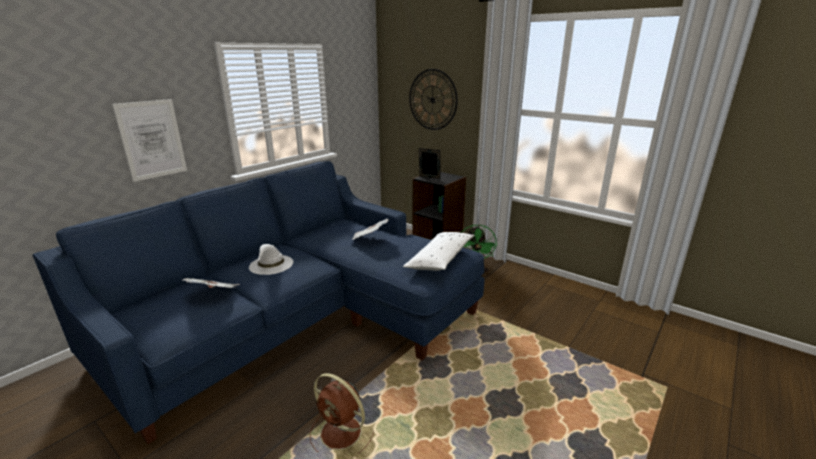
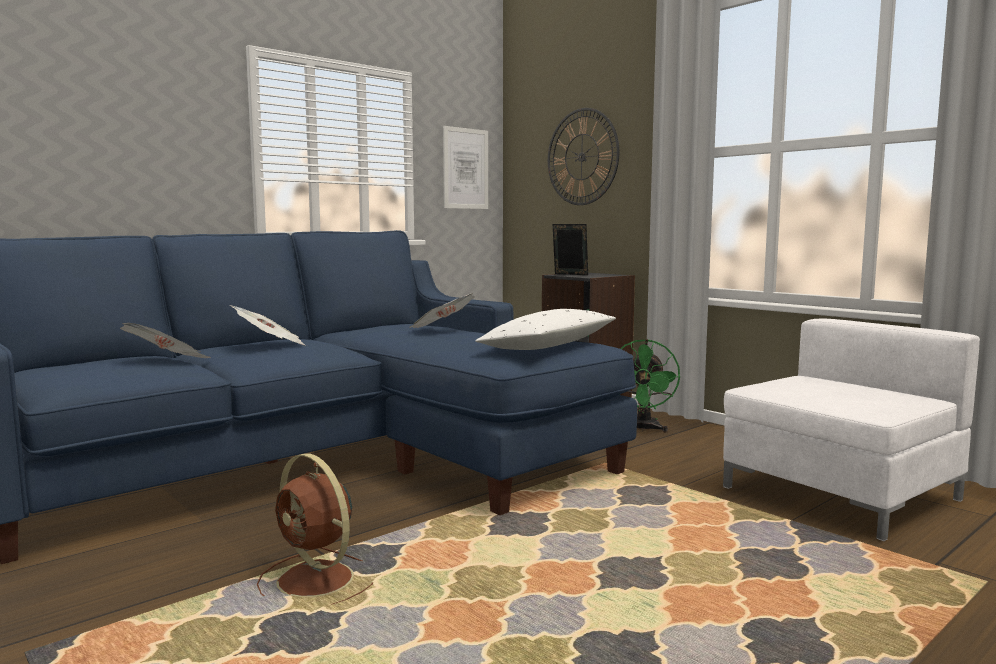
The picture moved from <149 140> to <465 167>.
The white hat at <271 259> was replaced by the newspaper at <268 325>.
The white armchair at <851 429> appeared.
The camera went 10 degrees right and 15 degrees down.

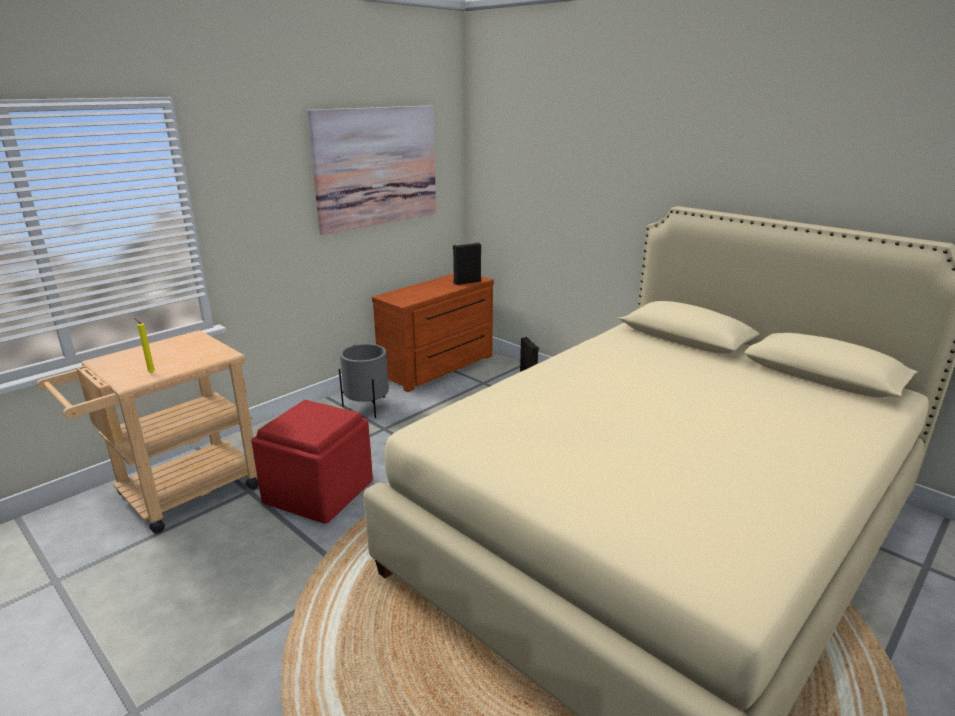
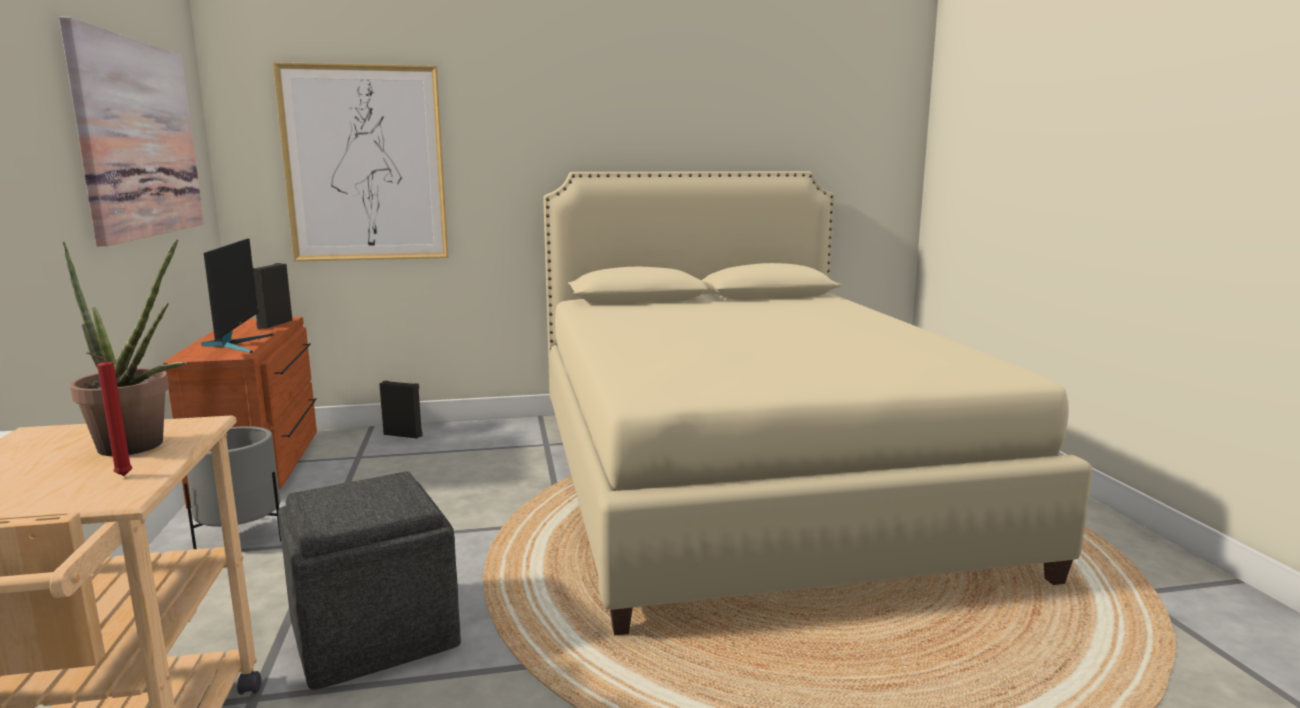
The yellow candle at <144 345> became the red candle at <109 414>.
The red ottoman at <312 461> became the grey ottoman at <369 580>.
The potted plant at <124 347> appeared.
The monitor at <237 295> appeared.
The picture at <360 161> appeared.
The camera went 55 degrees left and 10 degrees down.

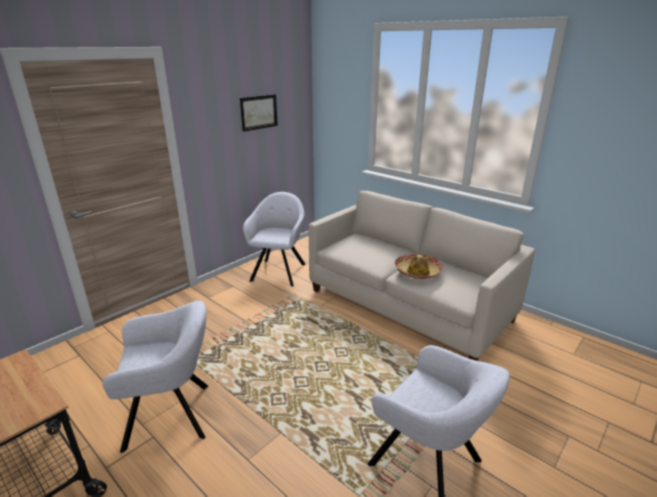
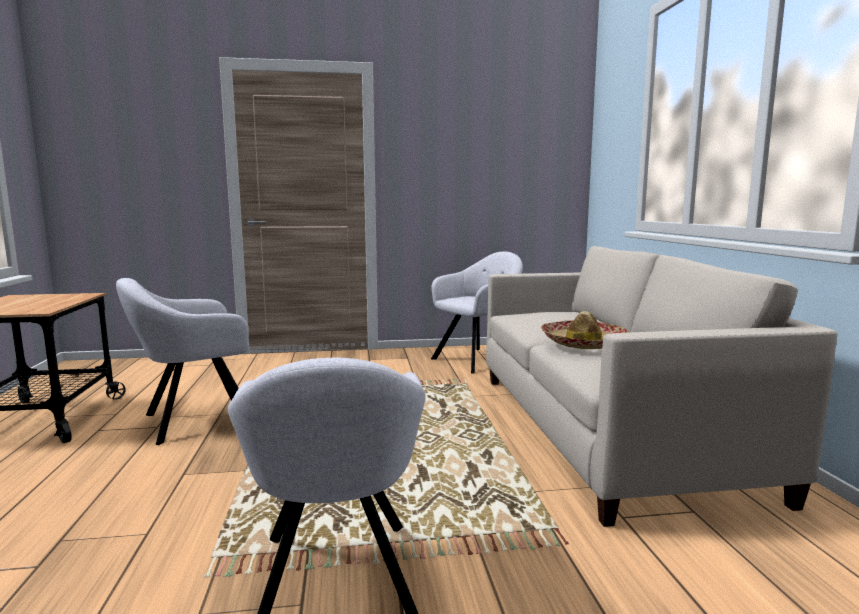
The grey armchair at <155 377> turned 120 degrees clockwise.
The picture at <259 113> disappeared.
The camera went 40 degrees right and 15 degrees down.

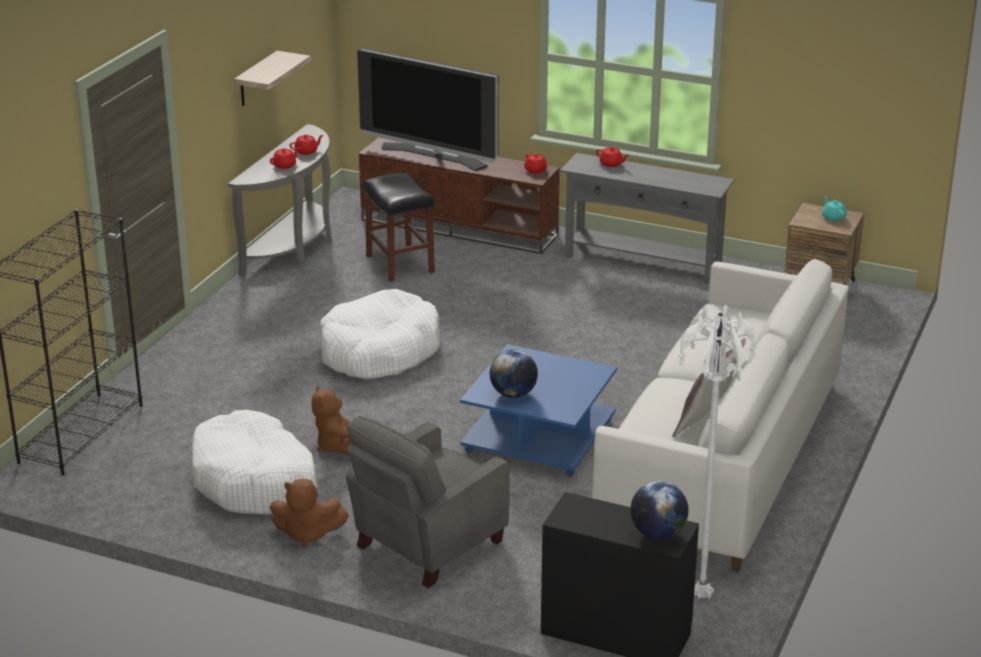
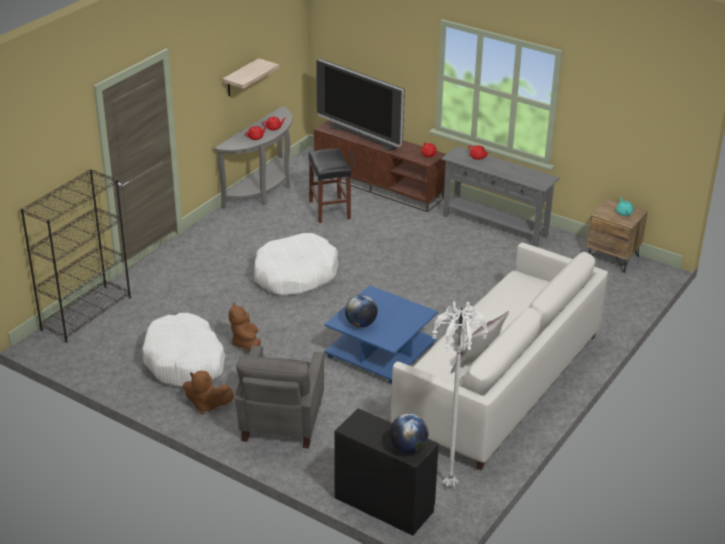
The grey armchair at <428 502> turned 45 degrees counterclockwise.
The camera went 10 degrees right and 5 degrees up.

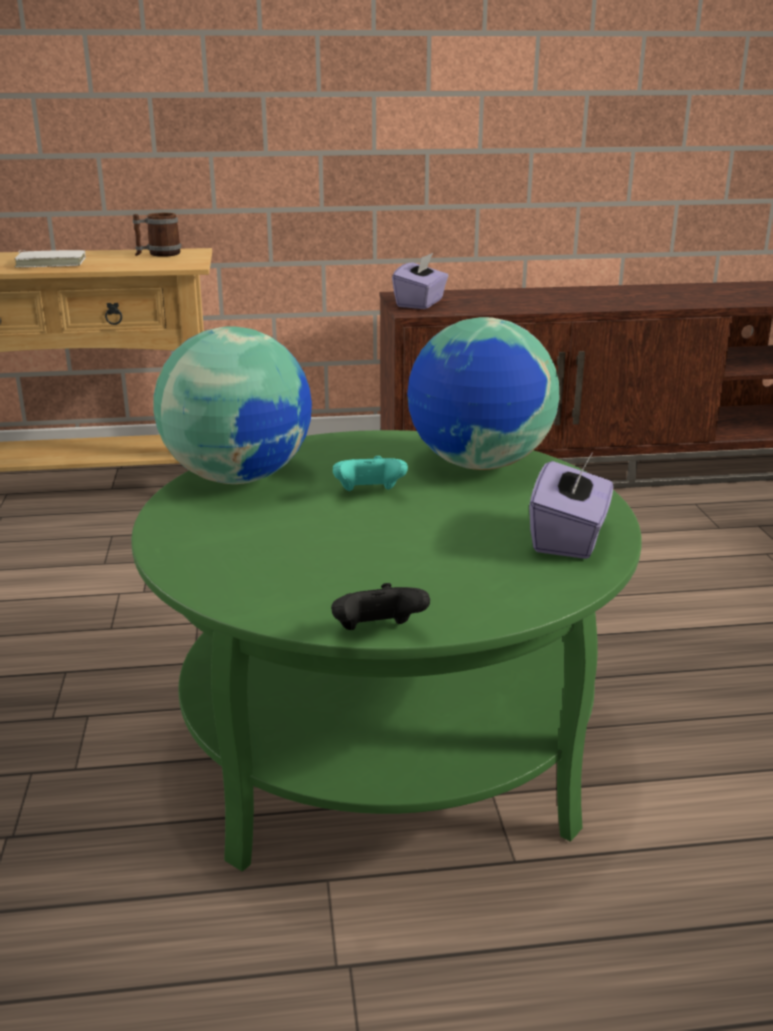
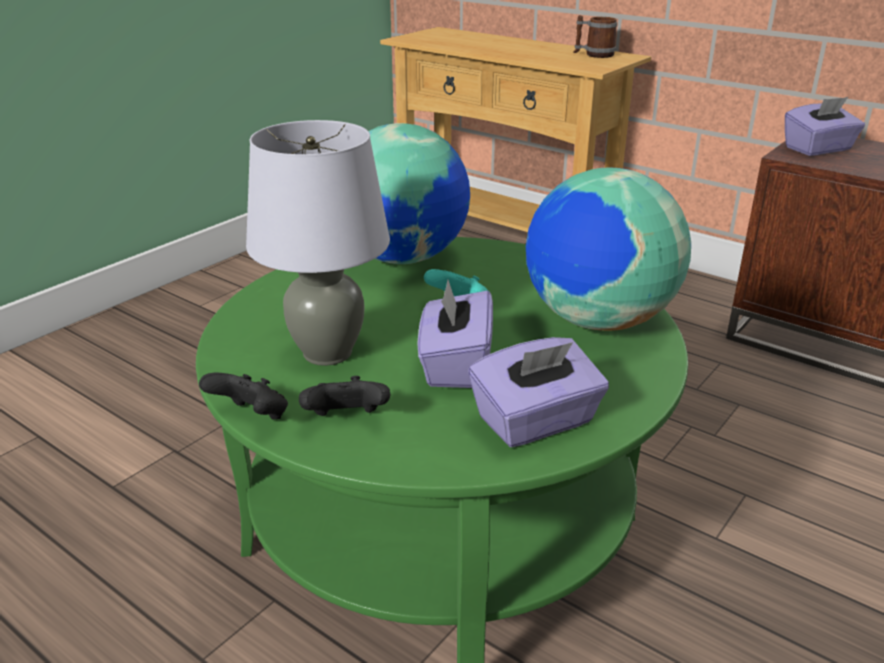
The white book at <50 259> disappeared.
The grey table lamp at <318 243> appeared.
The black game controller at <344 396> appeared.
The purple tissue box at <455 334> appeared.
The camera went 45 degrees right and 5 degrees up.

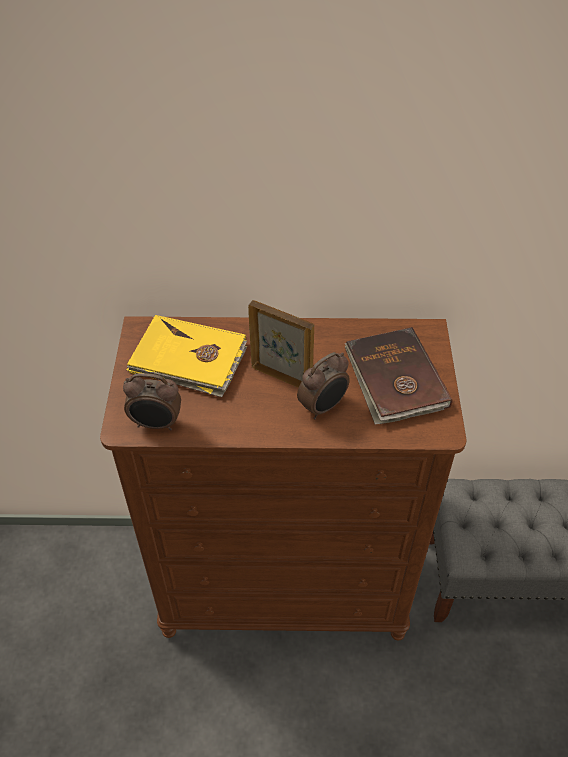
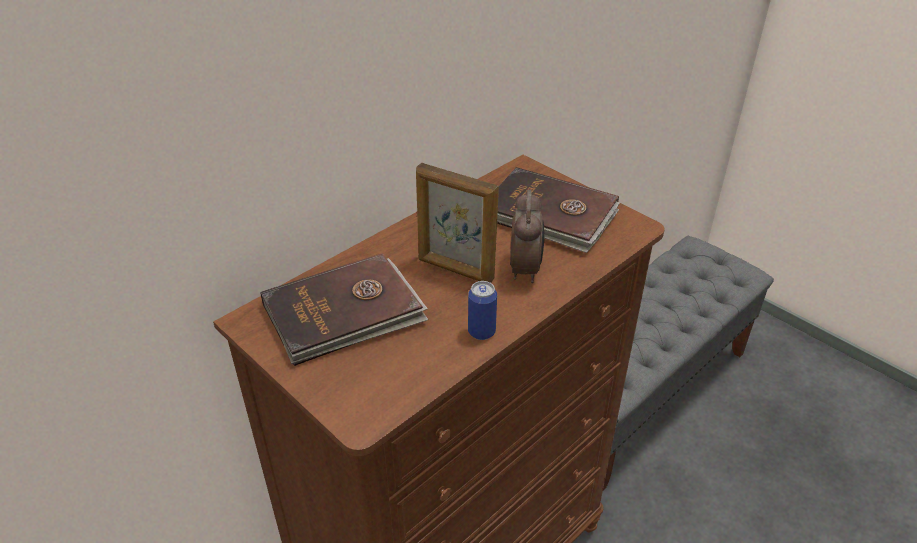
The alarm clock at <152 402> disappeared.
The yellow book at <187 356> became the brown book at <344 309>.
The picture frame at <281 344> turned 135 degrees counterclockwise.
The can at <482 310> appeared.
The camera went 45 degrees left and 10 degrees down.

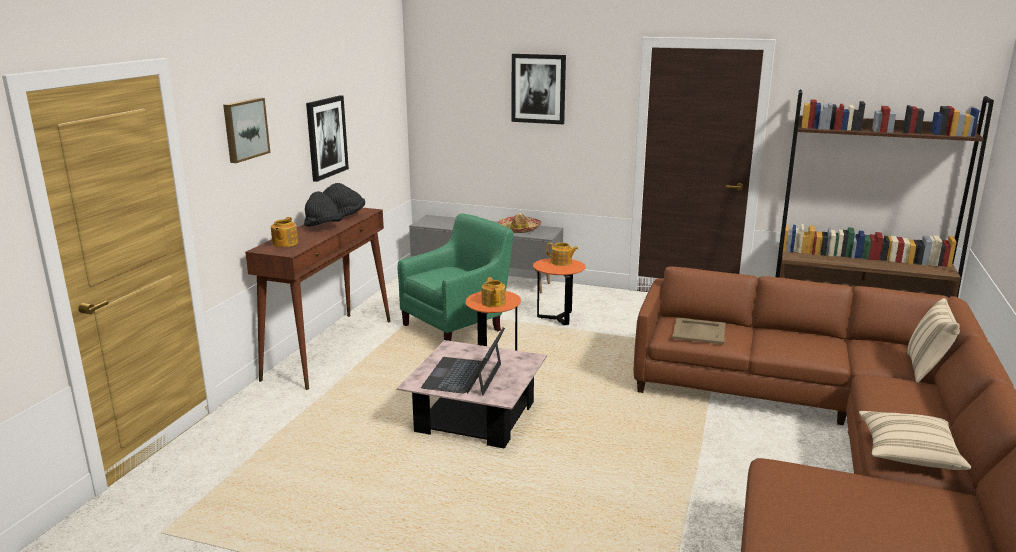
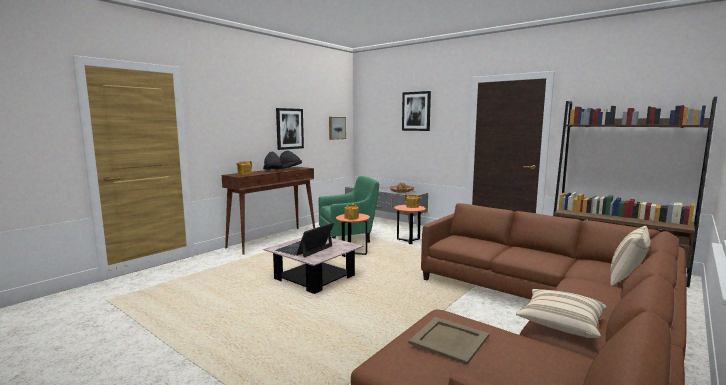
The picture moved from <246 130> to <337 128>.
The beige tray moved from <698 330> to <449 341>.
The camera went 20 degrees right and 10 degrees down.

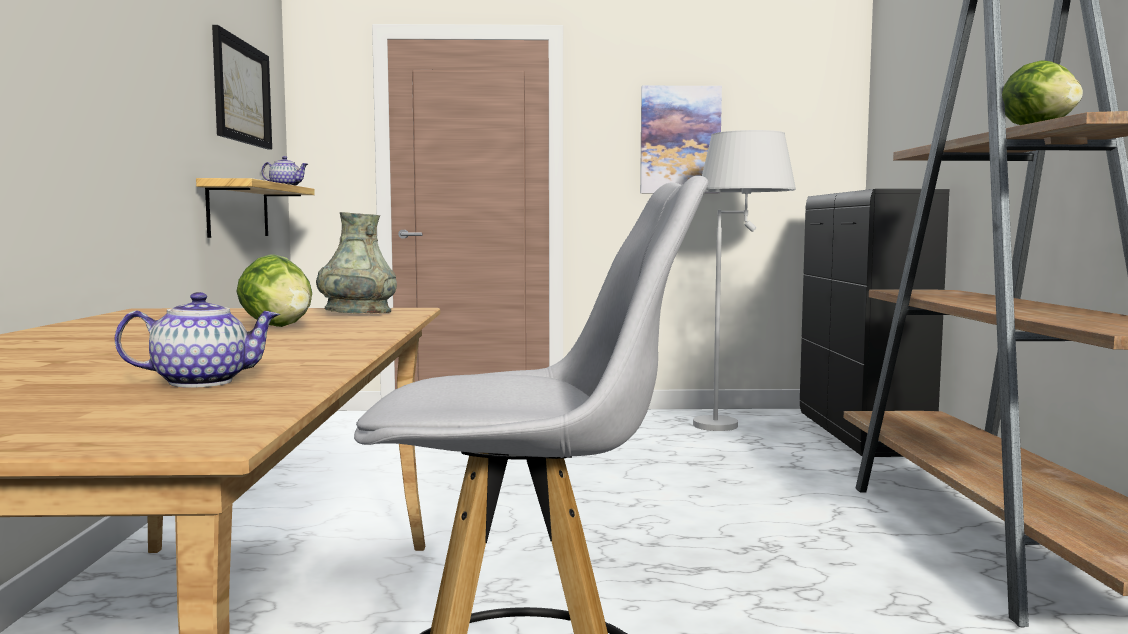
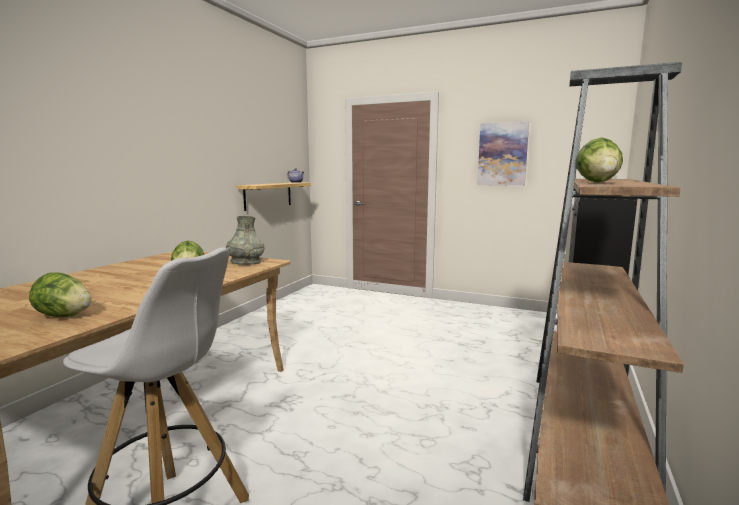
The teapot at <197 340> was replaced by the lettuce at <60 294>.
The picture at <242 87> disappeared.
The white floor lamp at <744 280> disappeared.
The camera went 25 degrees right and 5 degrees up.

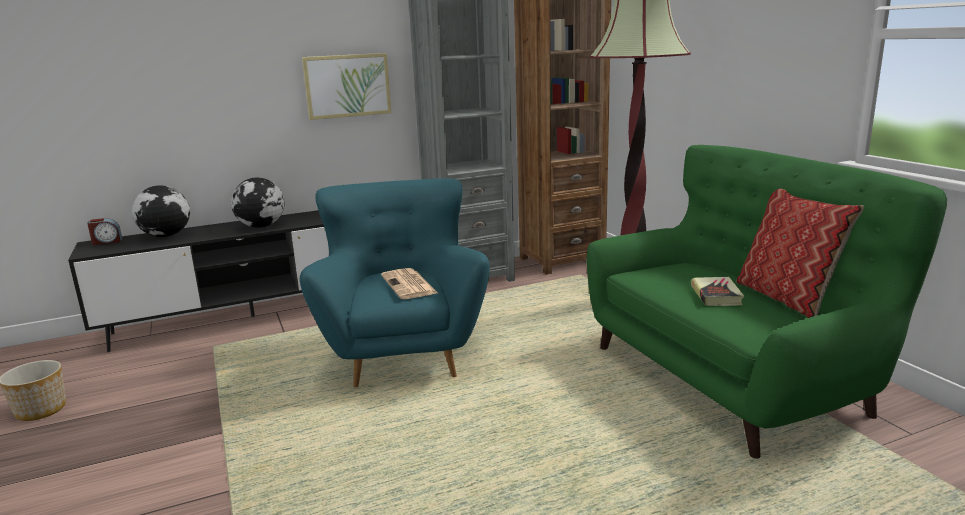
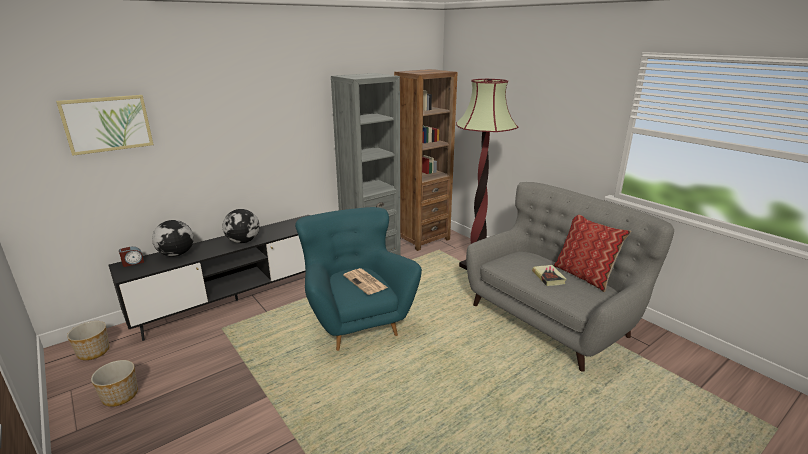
The picture moved from <347 86> to <105 125>.
The green sofa at <767 302> became the grey sofa at <570 277>.
The planter at <88 340> appeared.
The camera went 15 degrees left and 5 degrees up.

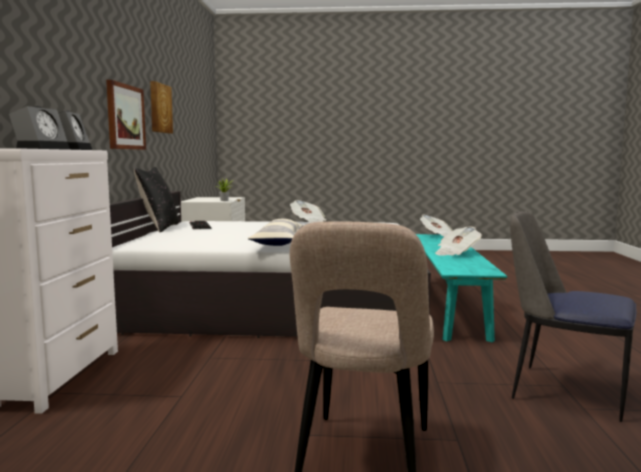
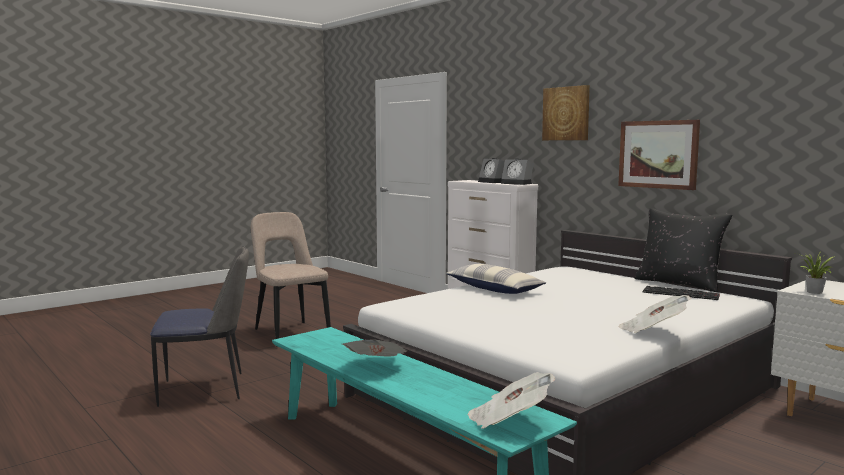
The picture moved from <161 107> to <566 112>.
The camera went 135 degrees right and 0 degrees up.

